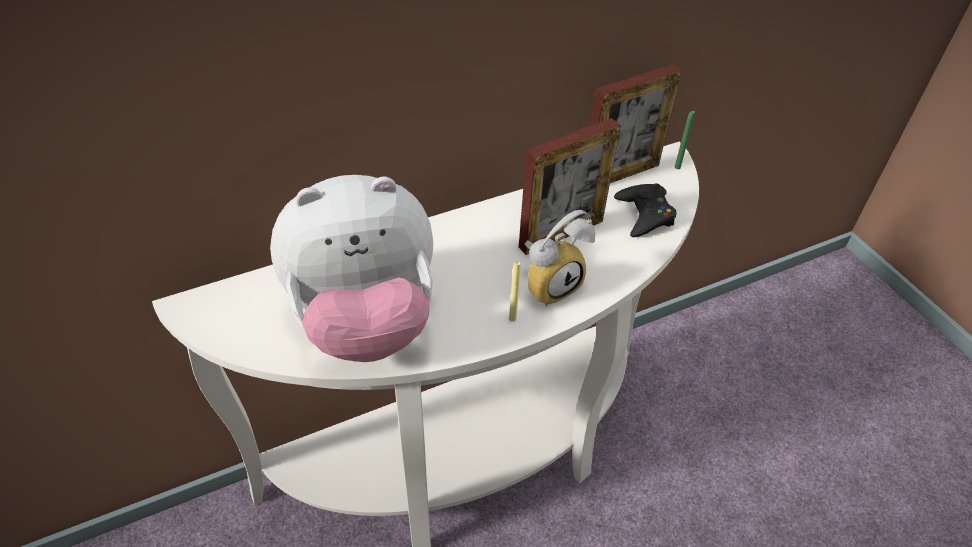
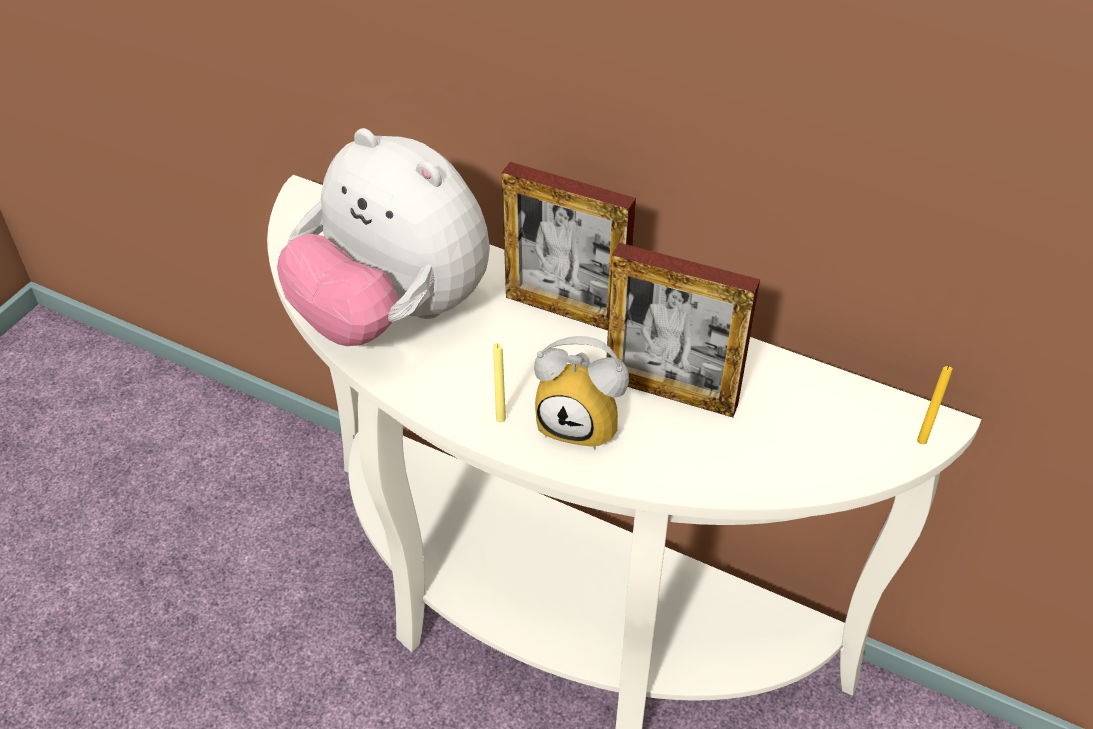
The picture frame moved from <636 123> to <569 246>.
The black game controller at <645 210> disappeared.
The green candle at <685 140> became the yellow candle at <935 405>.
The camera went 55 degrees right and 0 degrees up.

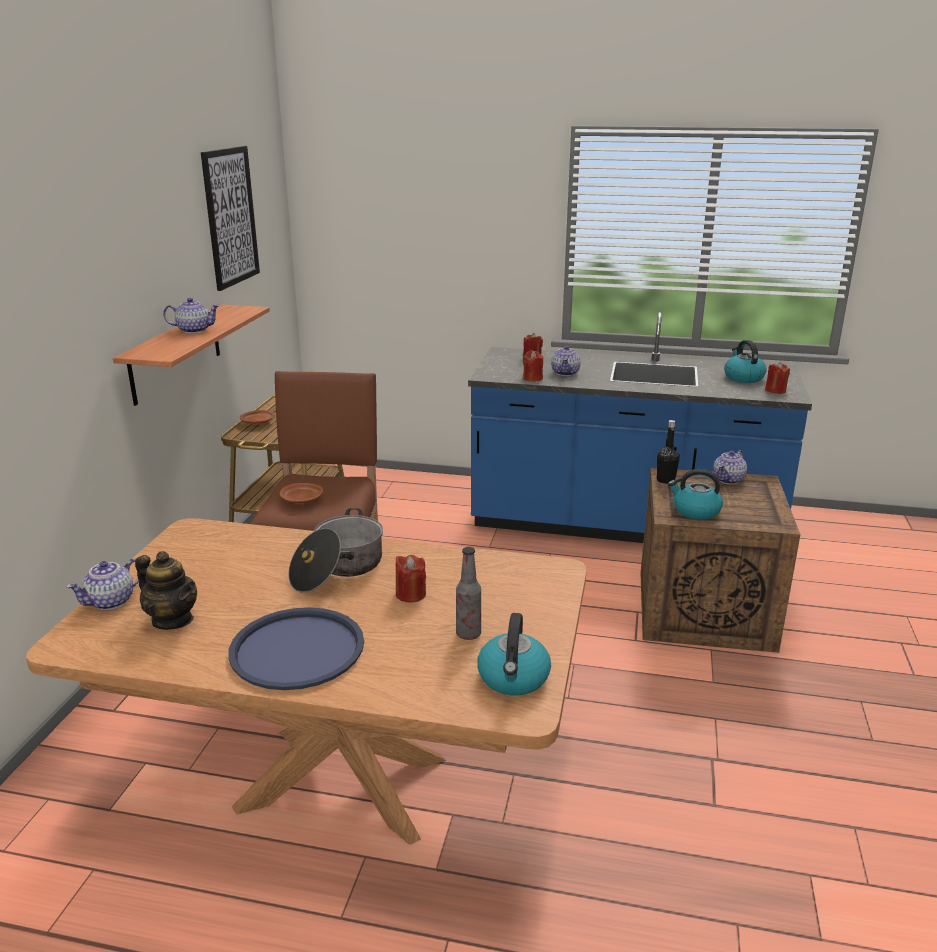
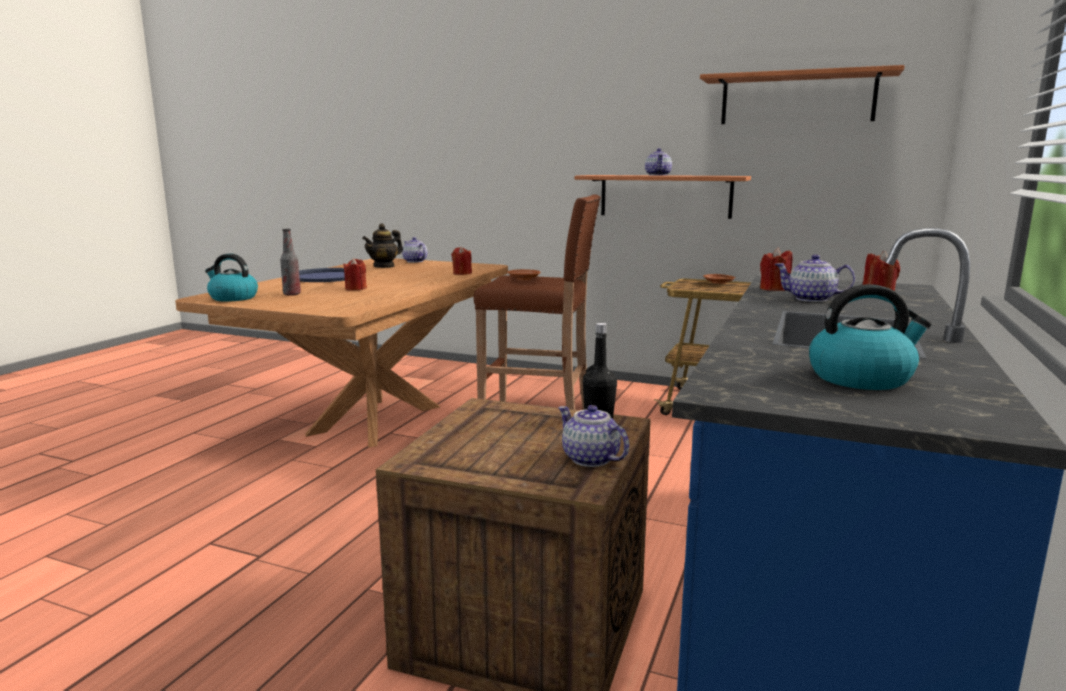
The picture at <230 218> was replaced by the shelf at <802 94>.
The cooking pot at <335 550> disappeared.
The kettle at <695 494> disappeared.
The red candle moved from <777 378> to <461 260>.
The camera went 100 degrees right and 10 degrees down.

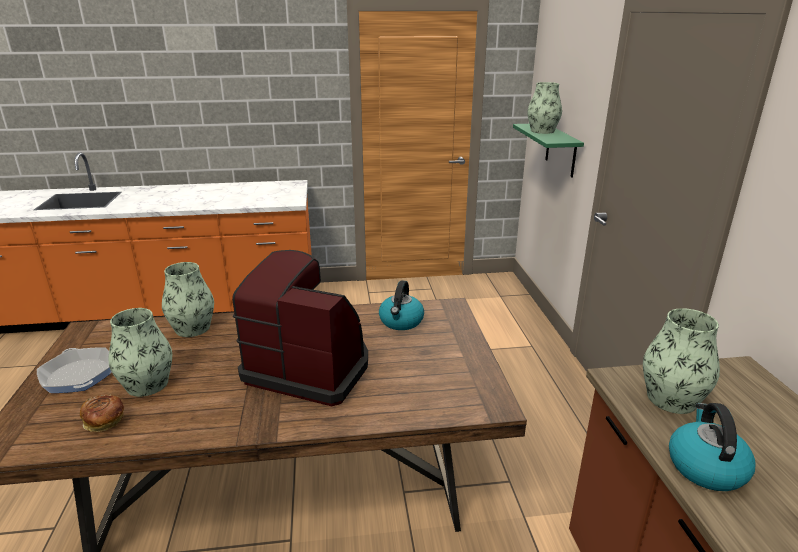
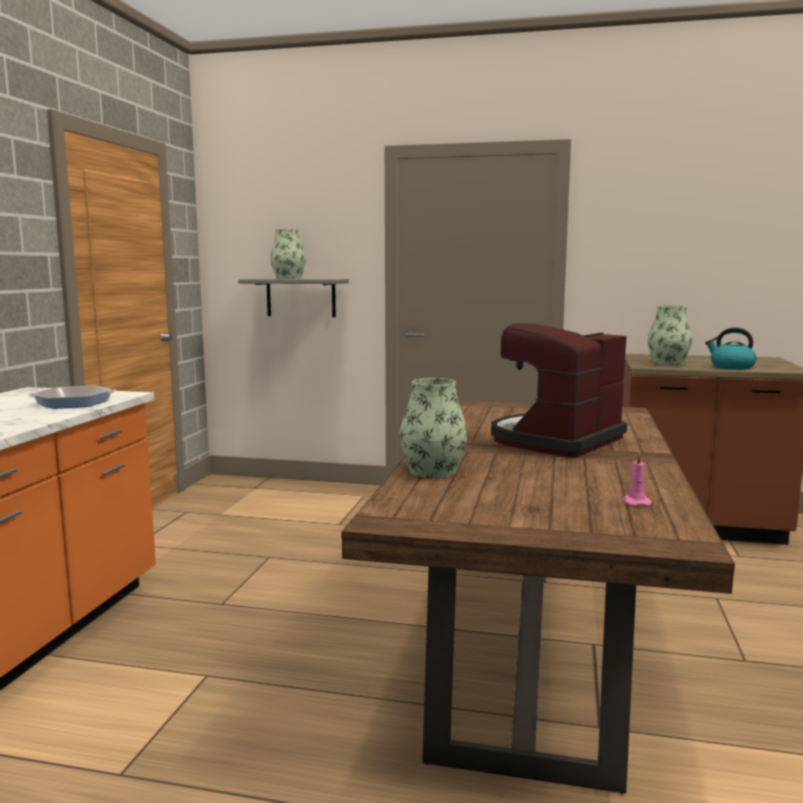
The frying pan moved from <74 370> to <72 397>.
The bread at <102 413> was replaced by the pink candle at <637 479>.
The vase at <140 352> disappeared.
The kettle at <401 305> disappeared.
The green shelf at <548 150> became the grey shelf at <293 298>.
The camera went 70 degrees left and 15 degrees down.

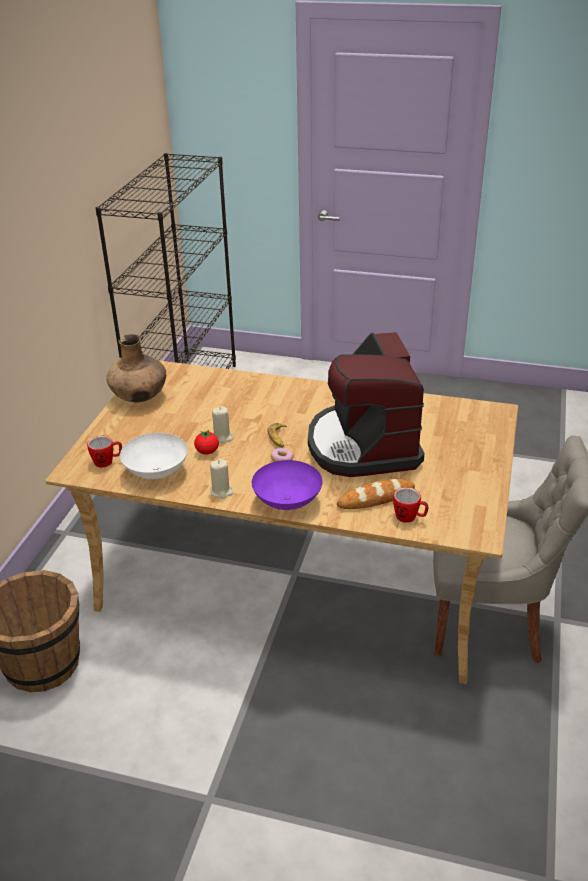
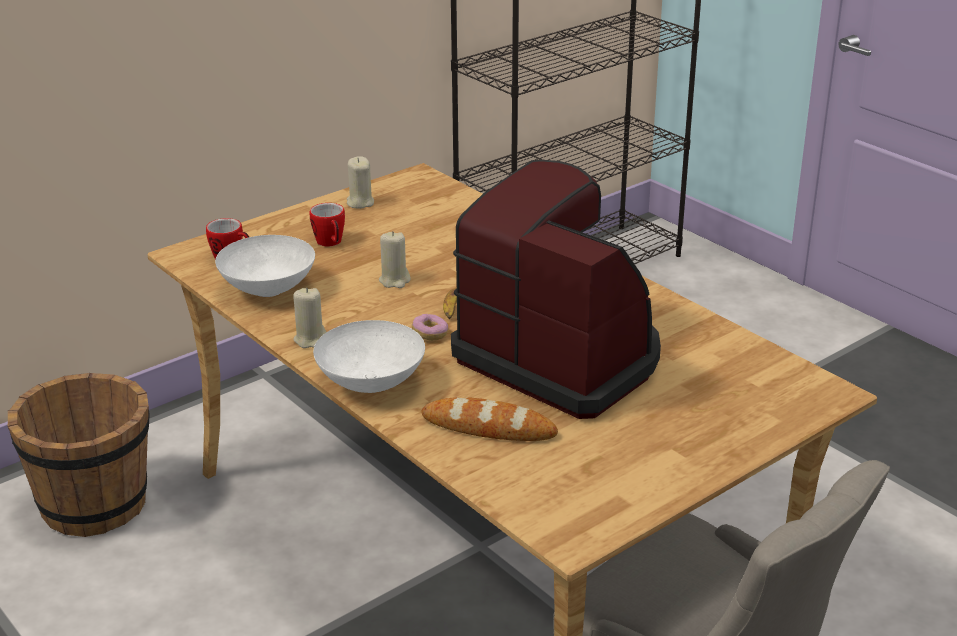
The brown vase at <136 368> was replaced by the beige candle at <360 182>.
The tomato at <206 442> disappeared.
The purple bowl at <287 485> became the white bowl at <369 356>.
The coffee machine at <366 404> turned 105 degrees clockwise.
The mug moved from <411 505> to <327 225>.
The camera went 35 degrees right and 5 degrees down.

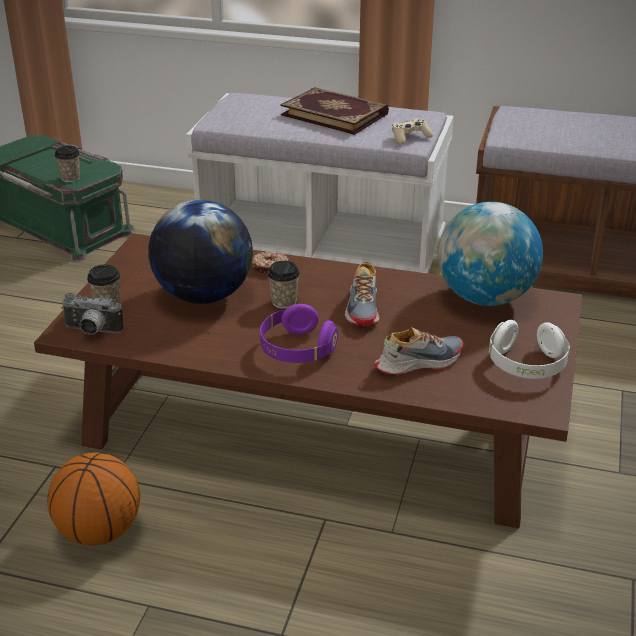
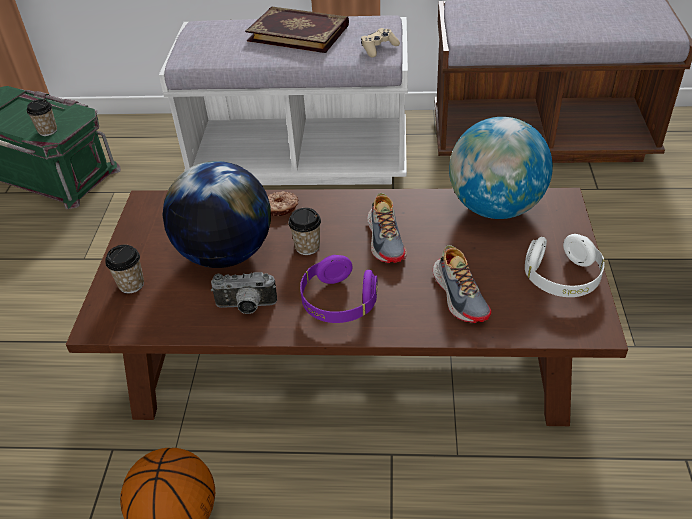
The photo camera moved from <92 314> to <244 293>.
The shoe at <418 351> turned 105 degrees clockwise.
The camera went 10 degrees left and 10 degrees up.

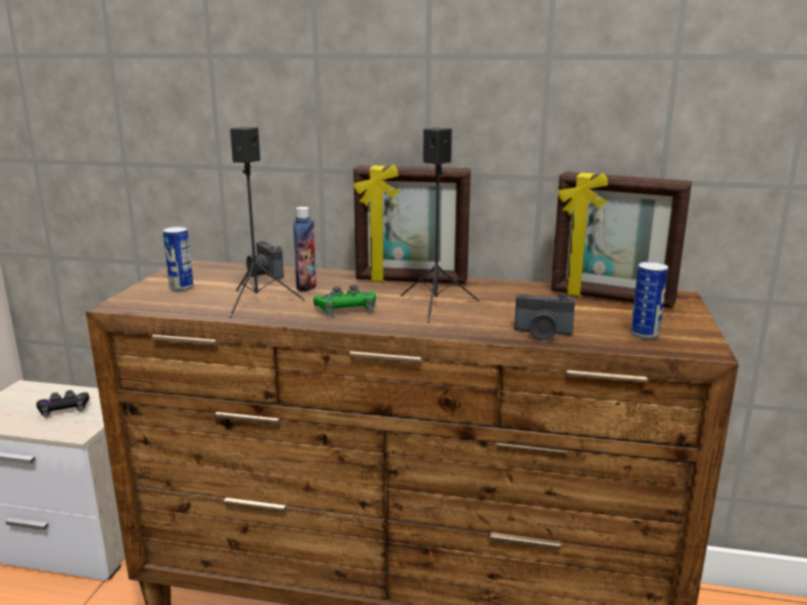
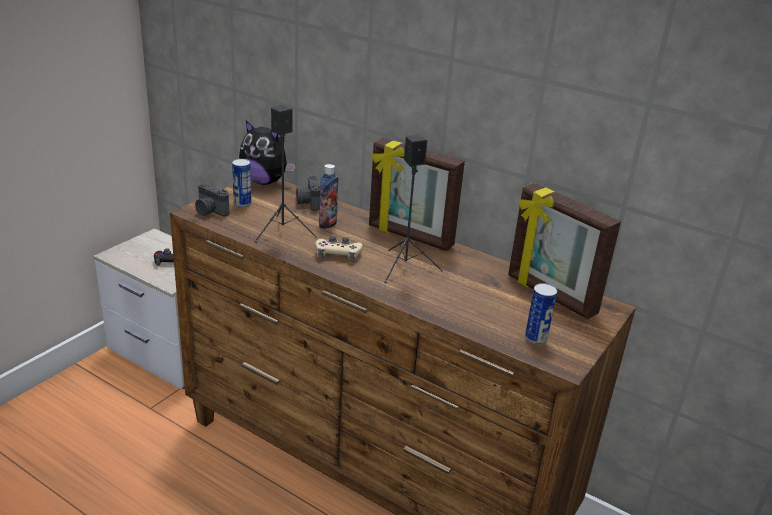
The green game controller at <344 300> became the beige game controller at <339 249>.
The photo camera moved from <544 317> to <212 200>.
The plush toy at <267 153> appeared.
The camera went 20 degrees right and 10 degrees up.

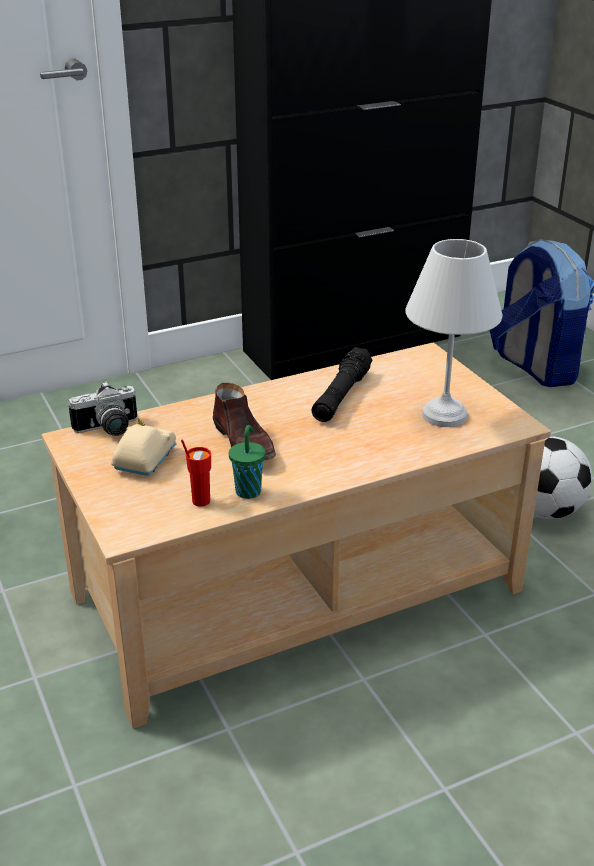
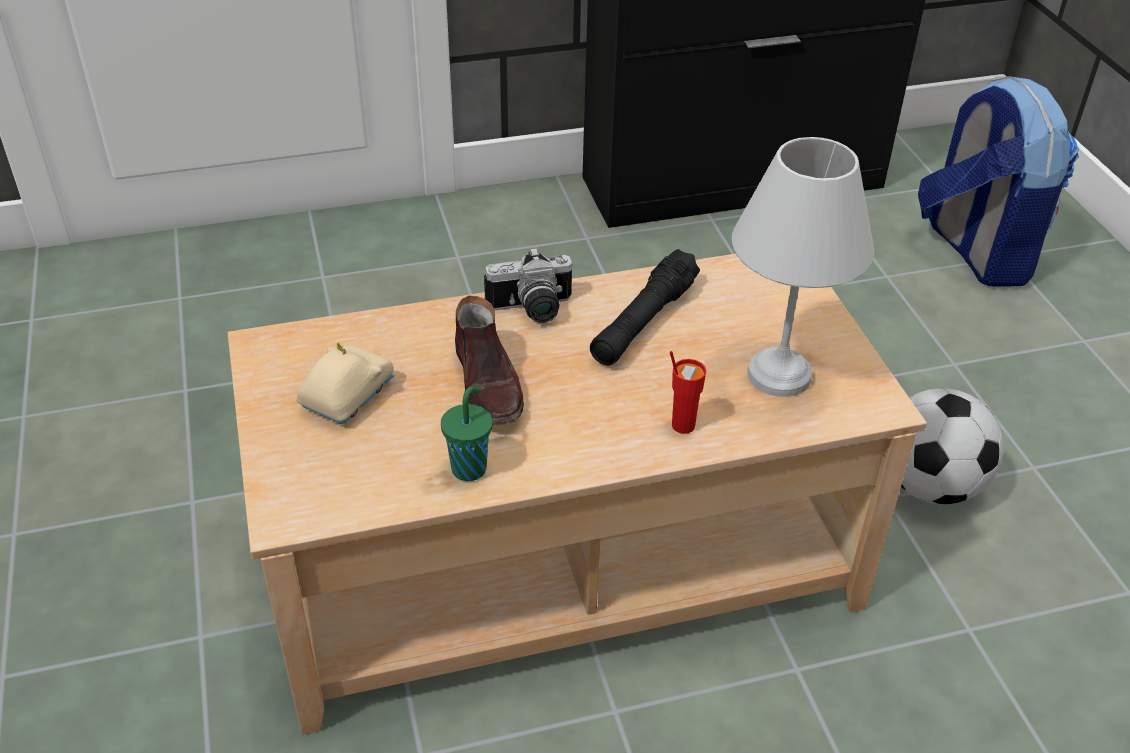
The photo camera moved from <103 408> to <528 285>.
The red cup moved from <196 473> to <688 392>.
The camera went 10 degrees right and 10 degrees up.

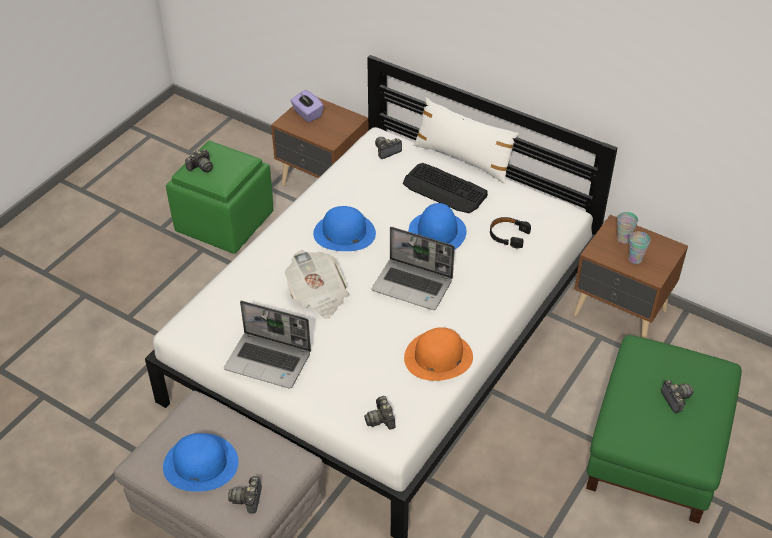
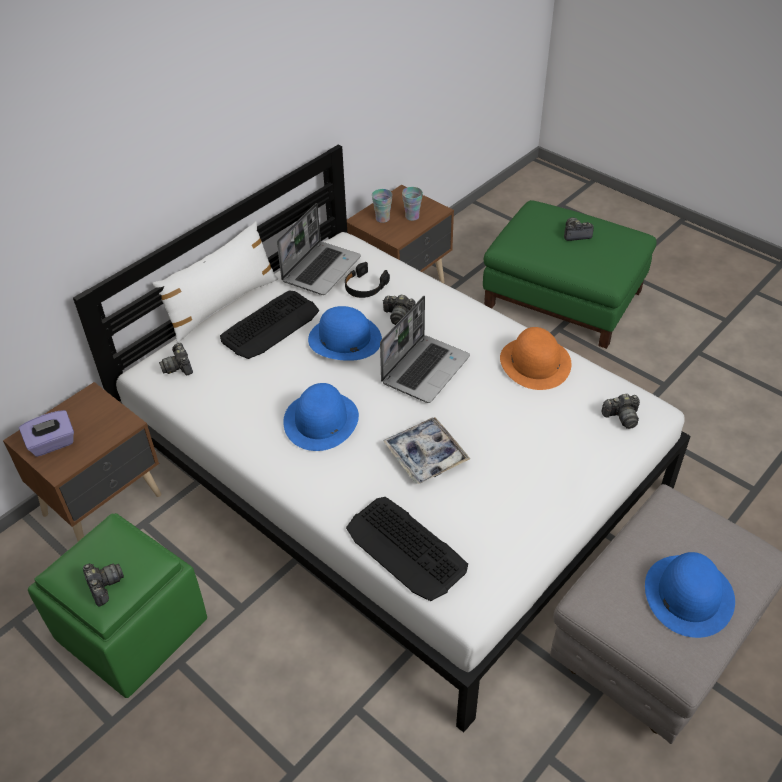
The laptop moved from <267 345> to <319 249>.
The photo camera moved from <245 495> to <399 309>.
The newspaper at <317 284> was replaced by the tray at <426 450>.
The keyboard at <407 549> appeared.
The camera went 80 degrees left and 0 degrees up.

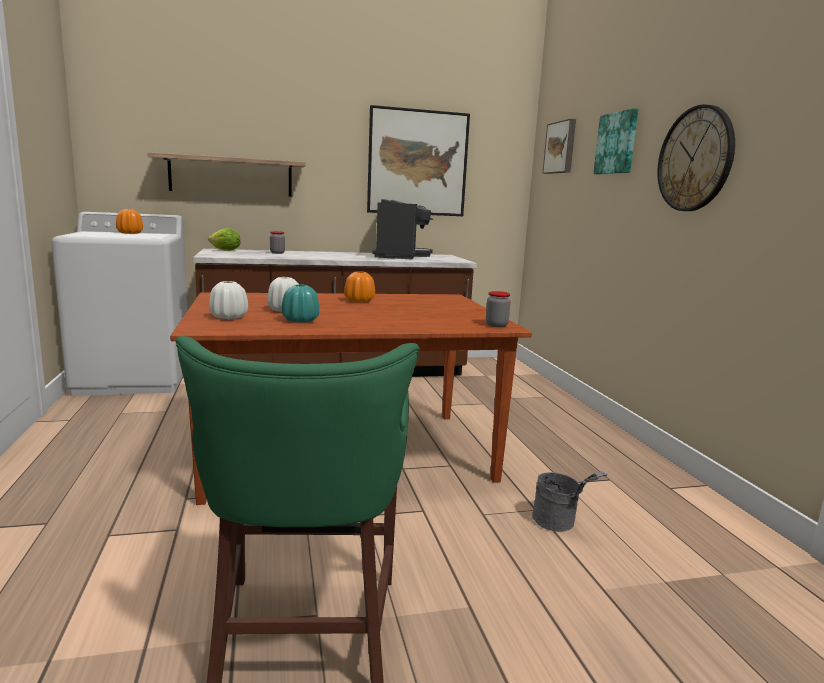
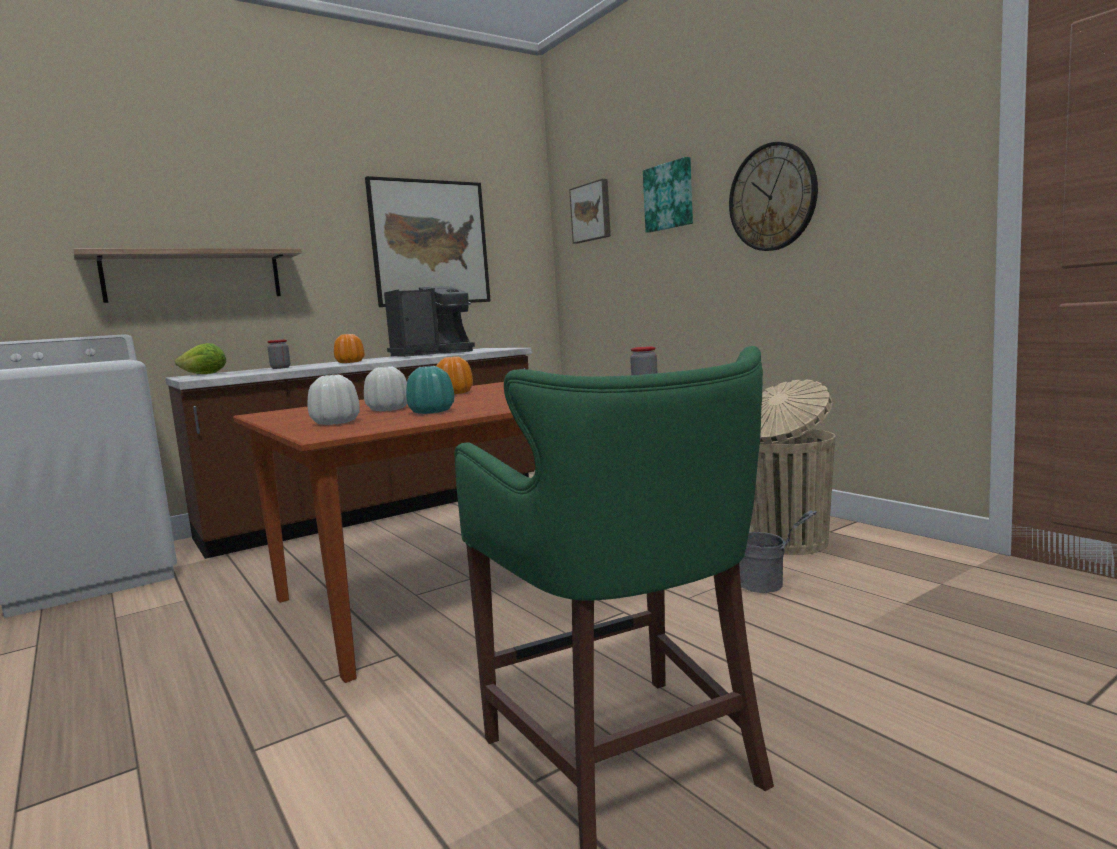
The orange vase moved from <129 221> to <349 348>.
The coffee machine at <402 229> turned 75 degrees clockwise.
The beige trash can at <793 467> appeared.
The camera went 20 degrees left and 5 degrees down.

